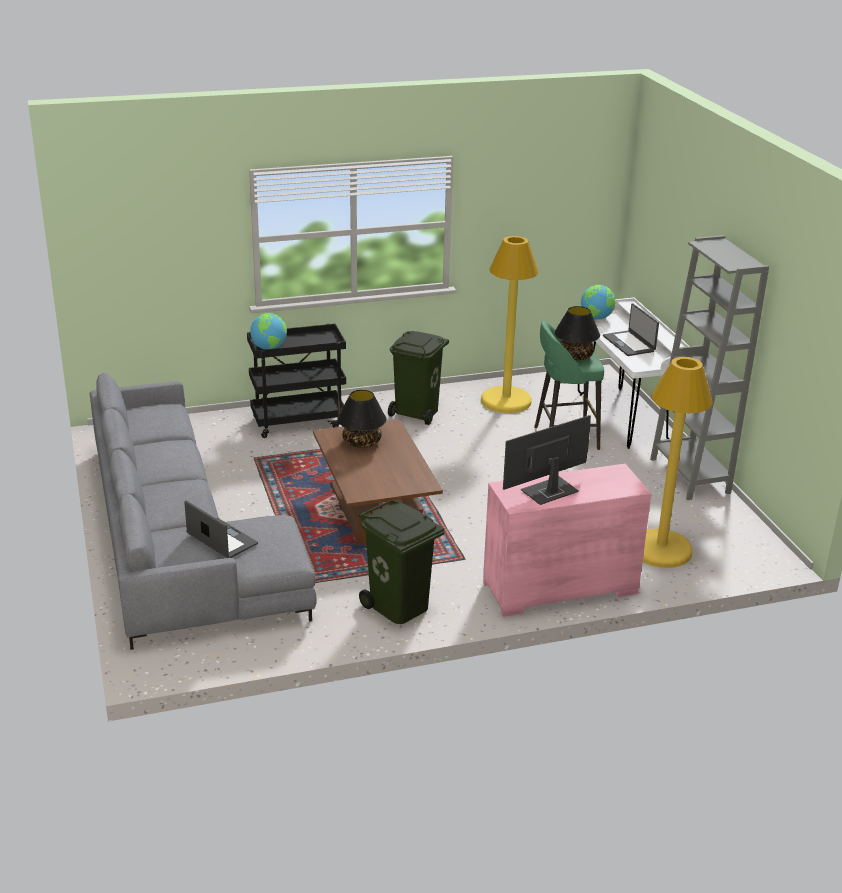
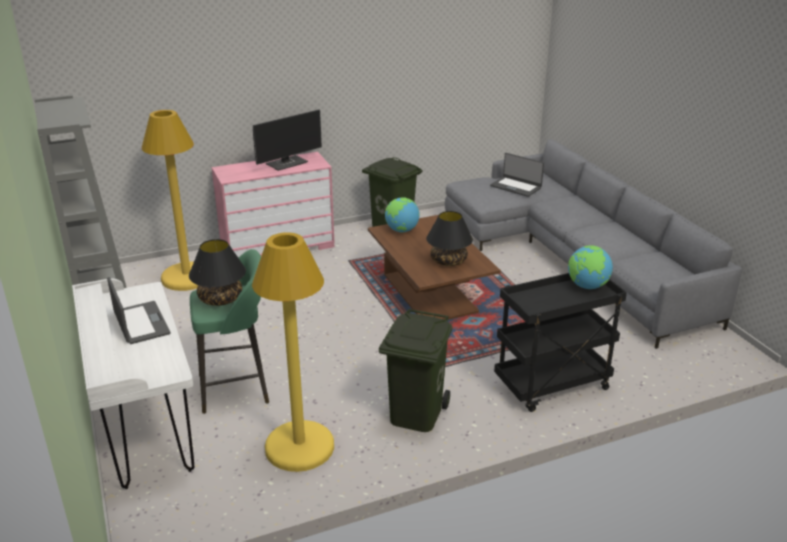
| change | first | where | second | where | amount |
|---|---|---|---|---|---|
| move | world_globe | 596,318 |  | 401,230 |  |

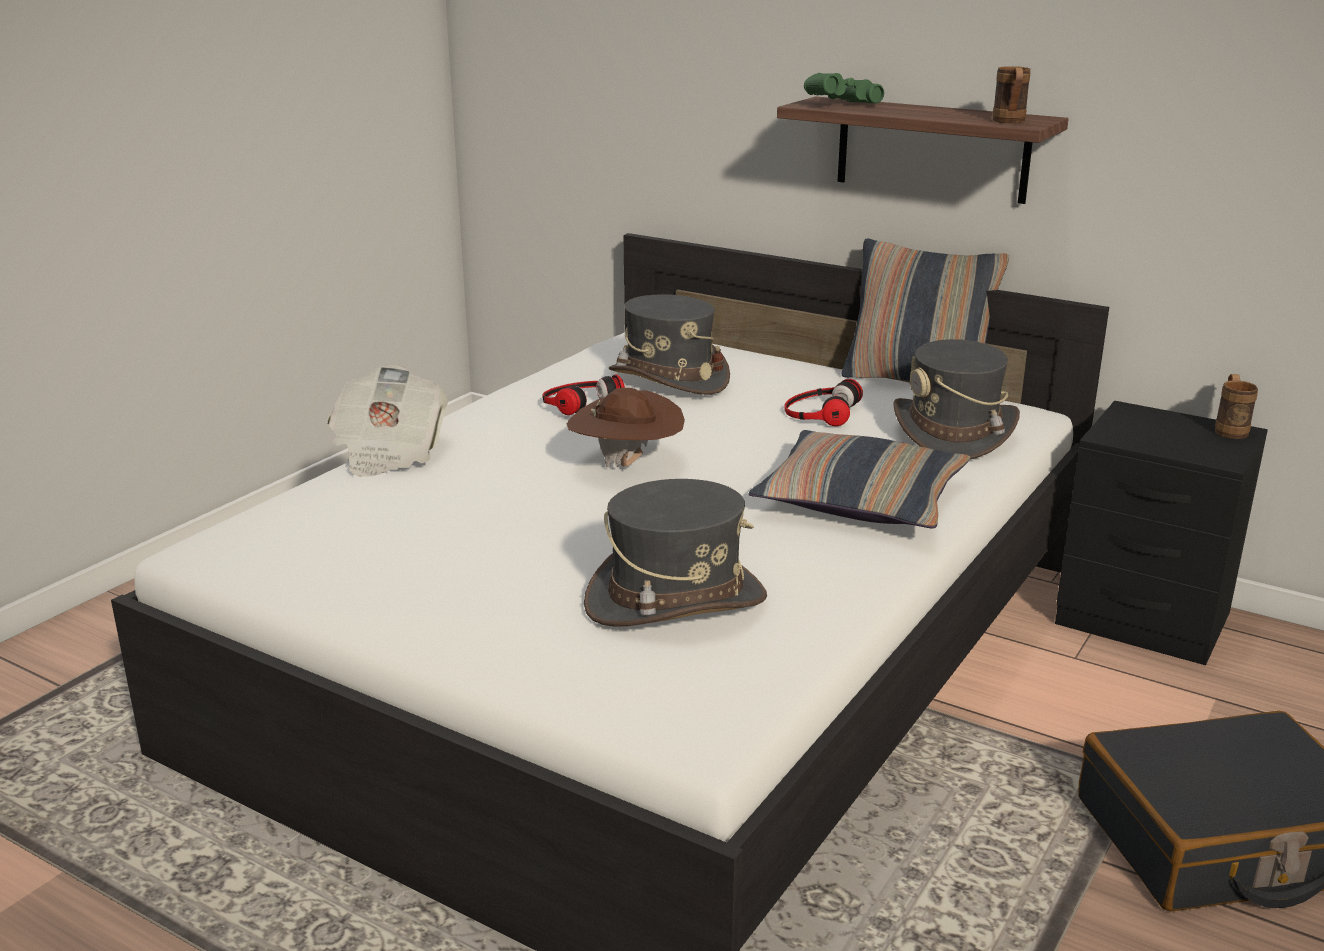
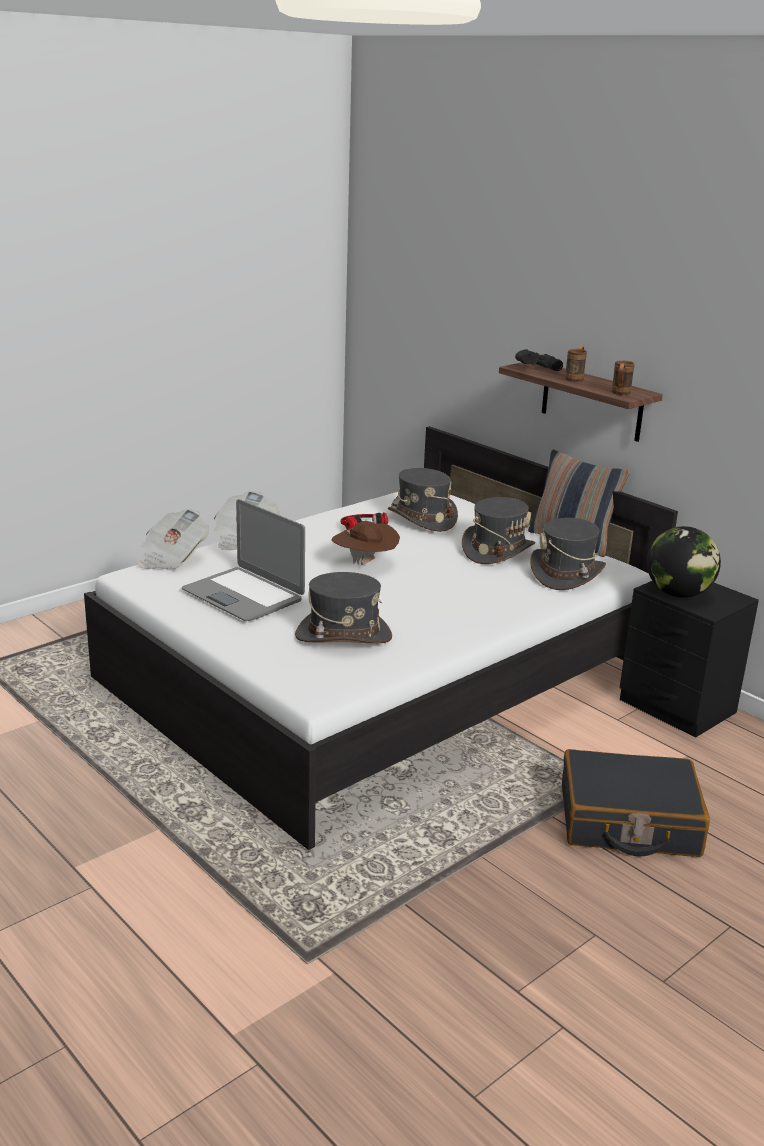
| change | first | where | second | where | amount |
|---|---|---|---|---|---|
| recolor | green_field_glasses | 838,105 | black-coloured_field_glasses | 536,369 |  |
| move | brownish_mug | 1229,429 |  | 575,378 |  |
| replace | headset | 820,412 | gray_wearable_hat | 497,550 |  |
| delete | throw_pillow | 861,500 |  |  |  |
| insert |  |  | laptop | 243,595 |  |
| insert |  |  | newspaper | 172,558 |  |
| insert |  |  | world_globe | 678,594 |  |

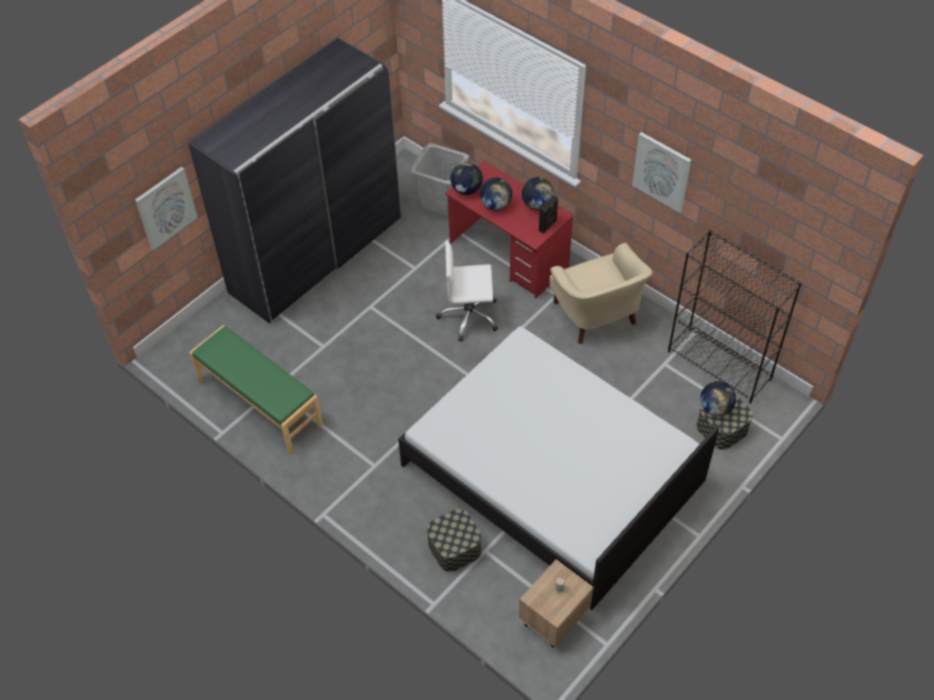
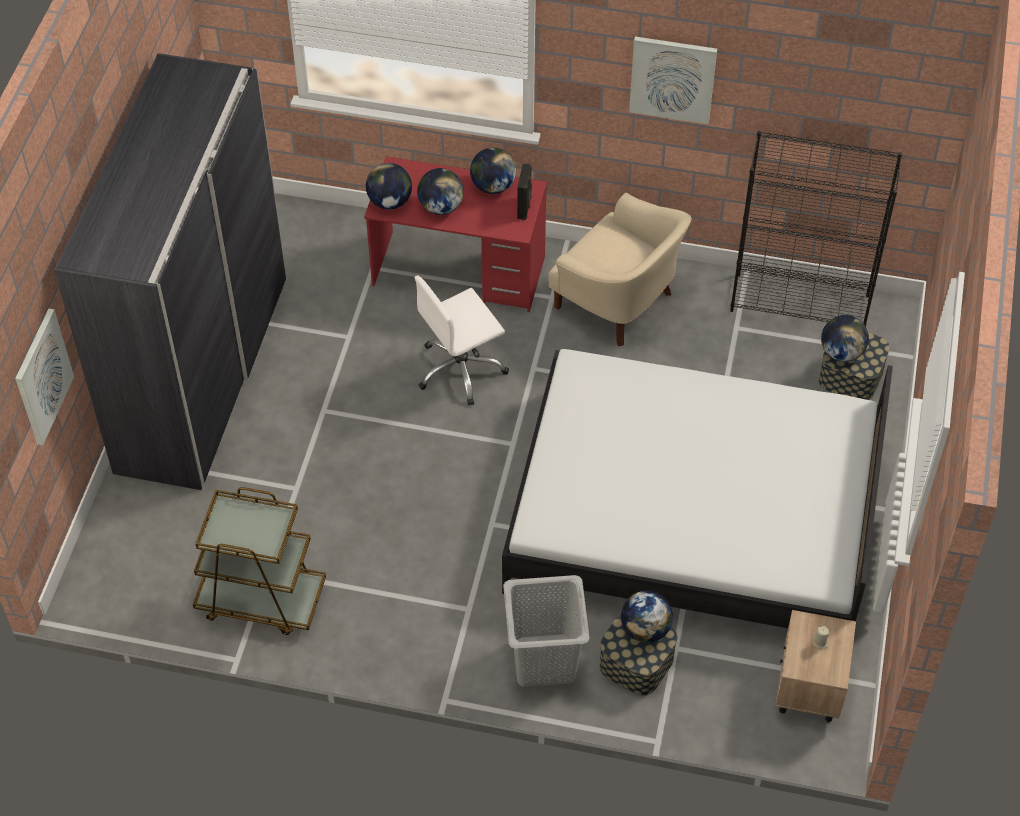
| change | first | where | second | where | amount |
|---|---|---|---|---|---|
| move | gray_laundry_basket | 441,203 |  | 545,661 |  |
| replace | green_long_seat | 259,403 | brownish_trolley | 260,599 |  |
| insert |  |  | world_globe | 645,630 |  |

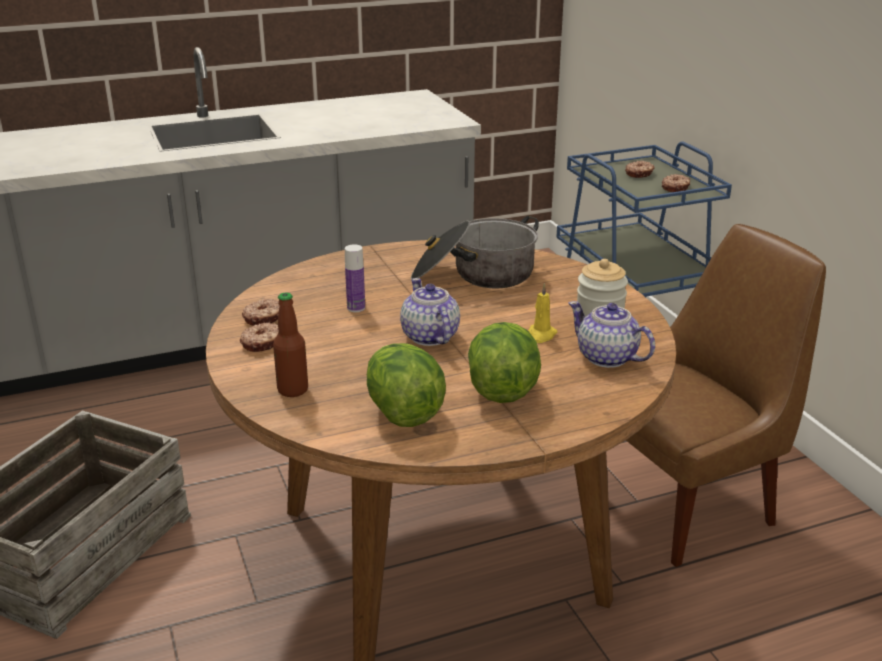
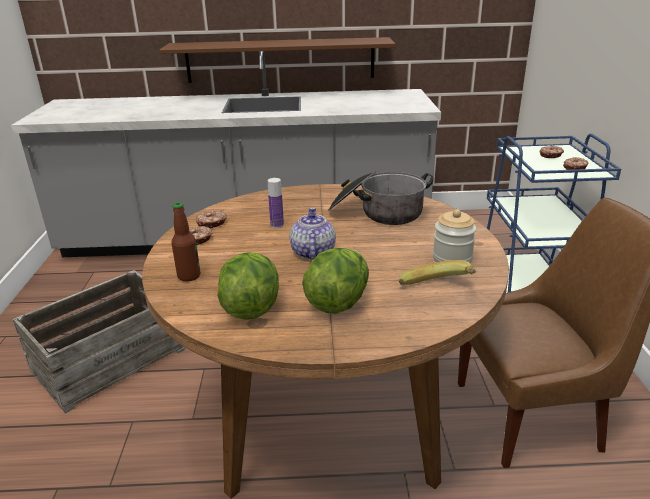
| change | first | where | second | where | amount |
|---|---|---|---|---|---|
| delete | yellow_candle | 541,335 |  |  |  |
| replace | tea_pot | 607,358 | whole_banana | 439,290 |  |
| insert |  |  | brownish_bracket_shelf | 280,60 |  |

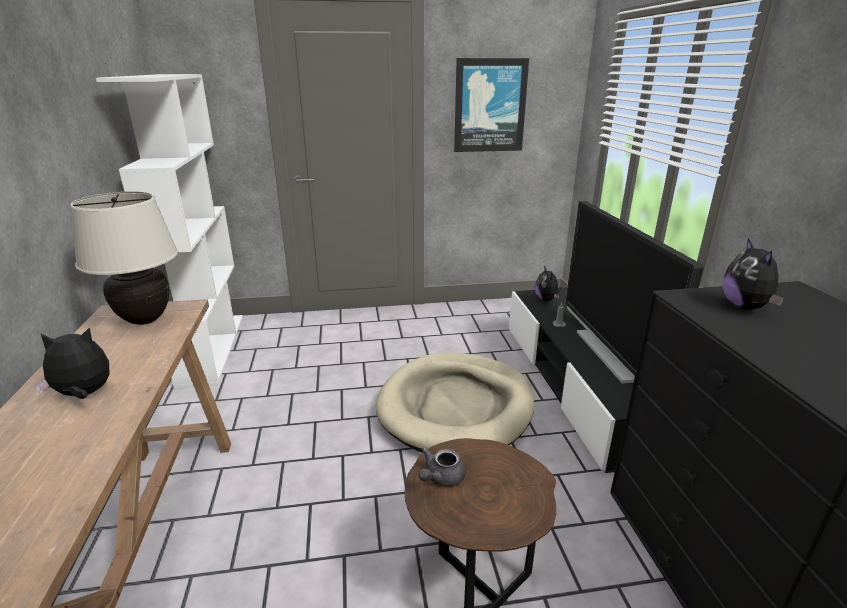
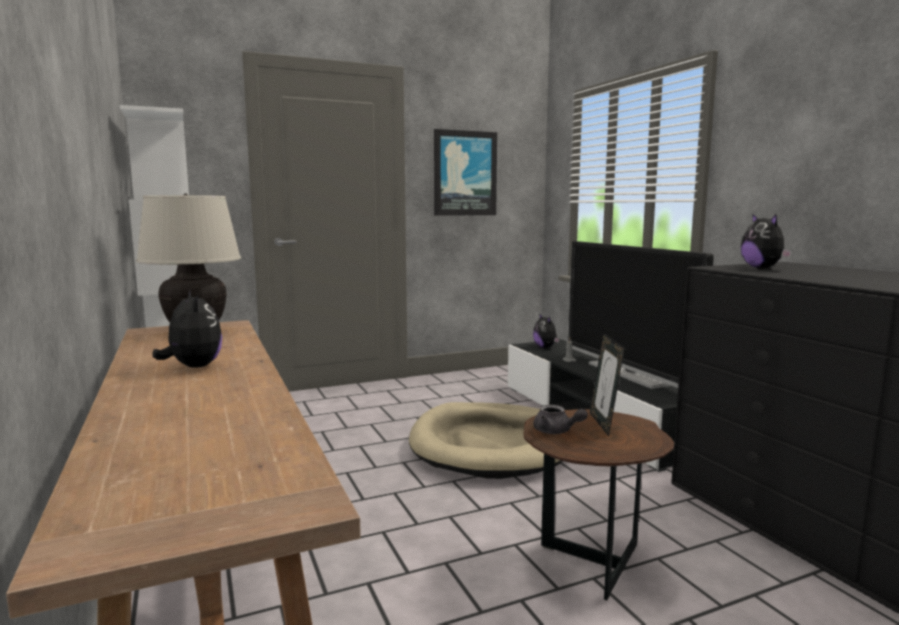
| change | first | where | second | where | amount |
|---|---|---|---|---|---|
| rotate | plush_toy | 84,394 |  | 193,367 | 90 degrees clockwise |
| rotate | gray_tea_pot | 441,478 |  | 556,431 | 75 degrees counterclockwise |
| insert |  |  | photo_frame | 603,423 |  |

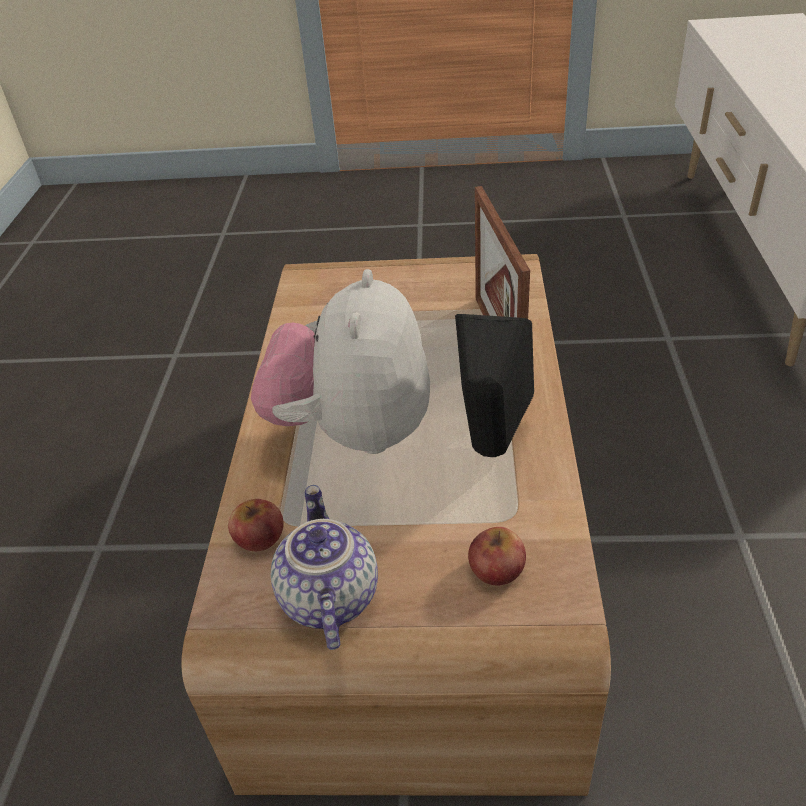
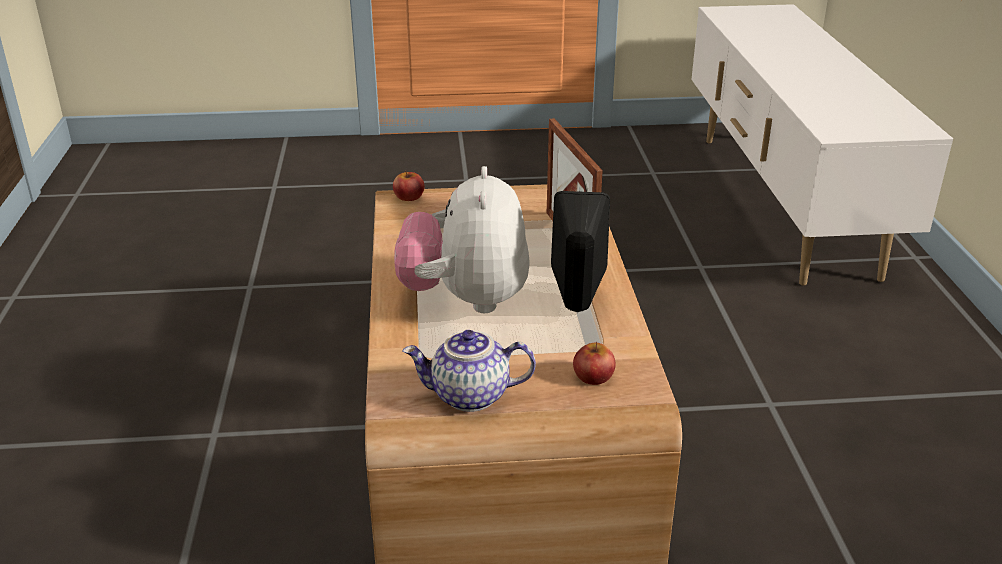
| change | first | where | second | where | amount |
|---|---|---|---|---|---|
| rotate | tea_pot | 326,597 |  | 469,397 | 75 degrees counterclockwise |
| move | apple_fruit | 259,537 |  | 409,196 |  |

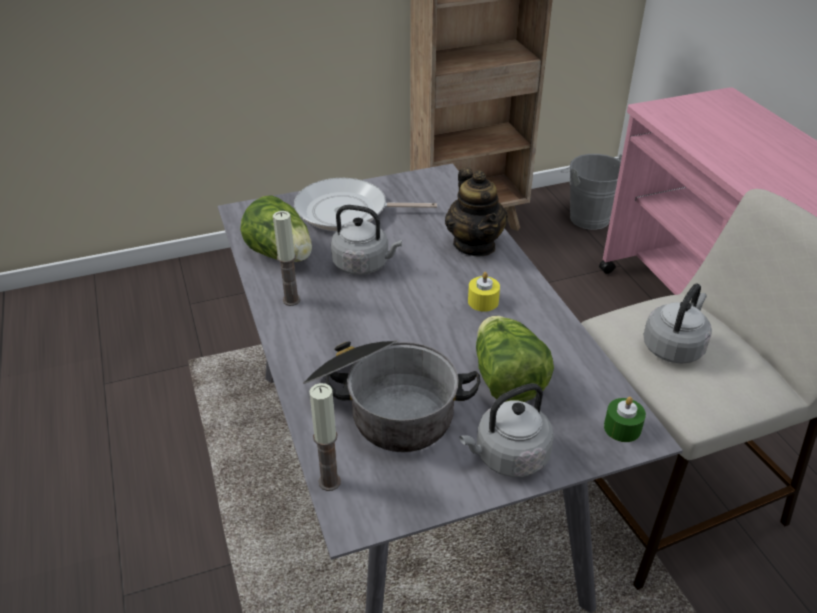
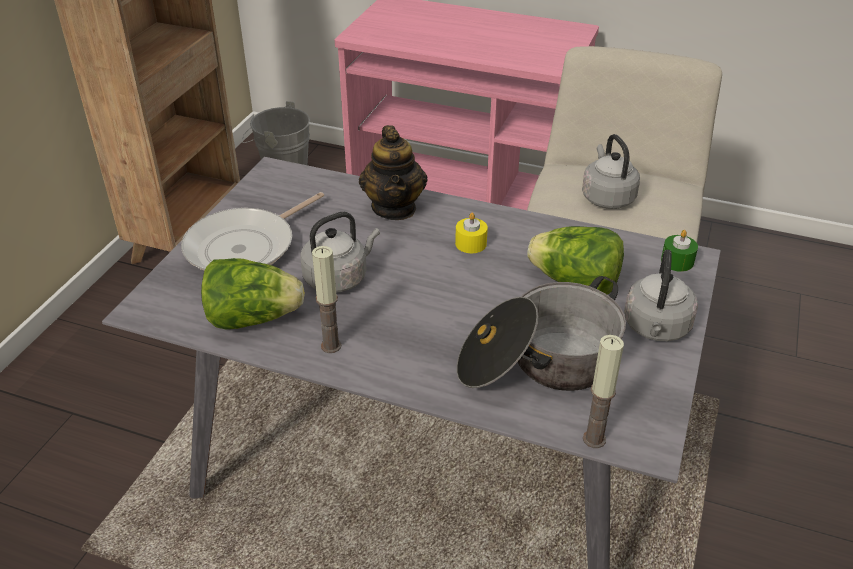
| change | first | where | second | where | amount |
|---|---|---|---|---|---|
| rotate | tea_pot | 475,245 |  | 394,208 | 60 degrees clockwise |

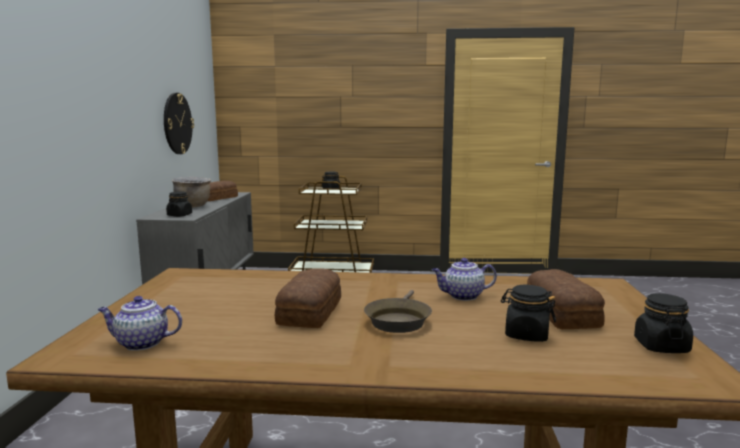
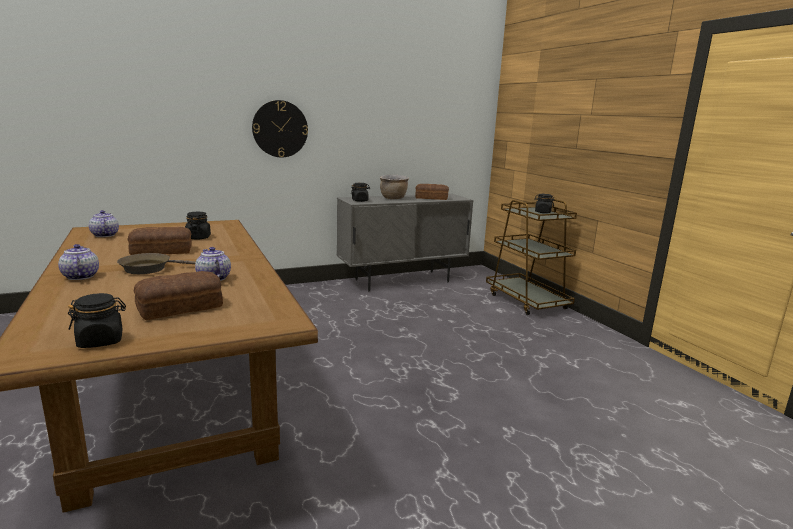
| change | first | where | second | where | amount |
|---|---|---|---|---|---|
| move | clock_on_the_wall | 177,123 |  | 280,129 |  |
| move | black-coloured_storage_jar | 526,335 |  | 198,237 |  |
| insert |  |  | tea_pot | 80,276 |  |

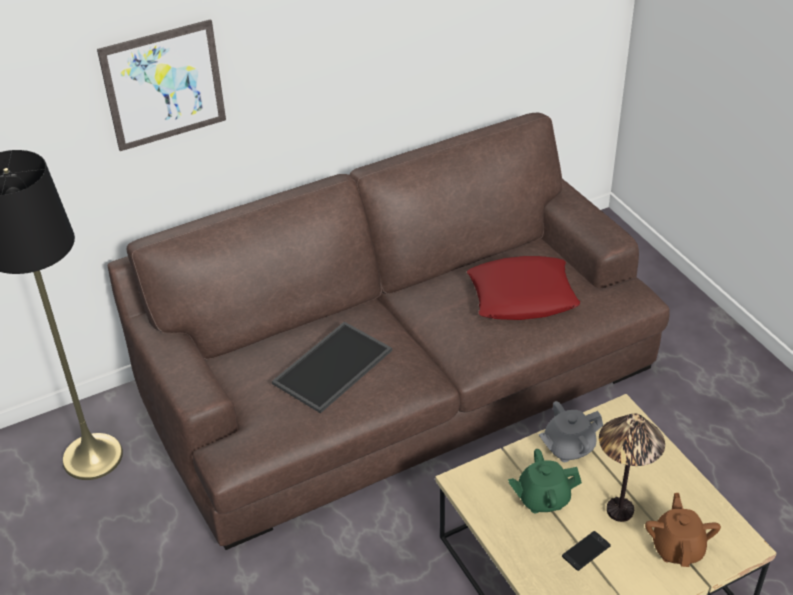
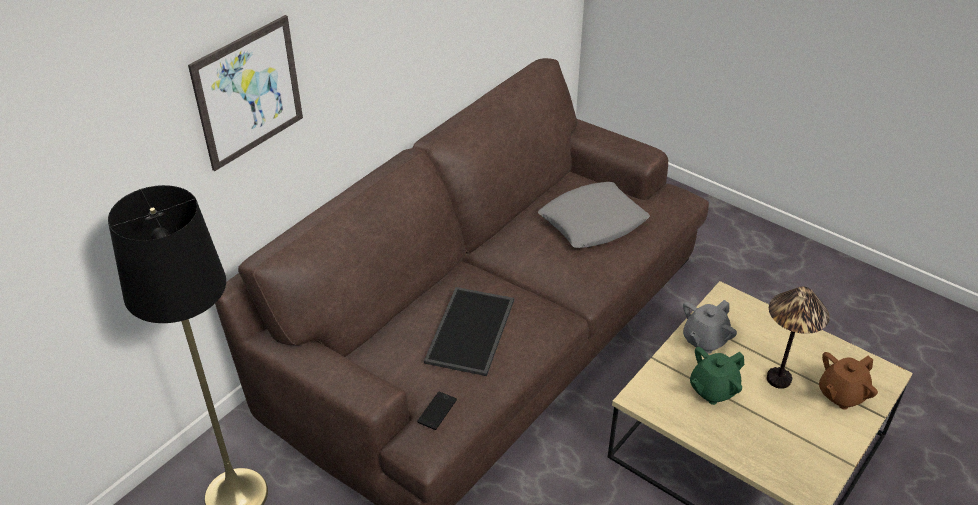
| change | first | where | second | where | amount |
|---|---|---|---|---|---|
| recolor | red-coloured_throw_pillow | 522,296 | gray_throw_pillow | 593,222 |  |
| rotate | brownish_tea_pot | 677,548 |  | 841,394 | 105 degrees counterclockwise |
| move | telephone | 586,551 |  | 437,411 |  |

